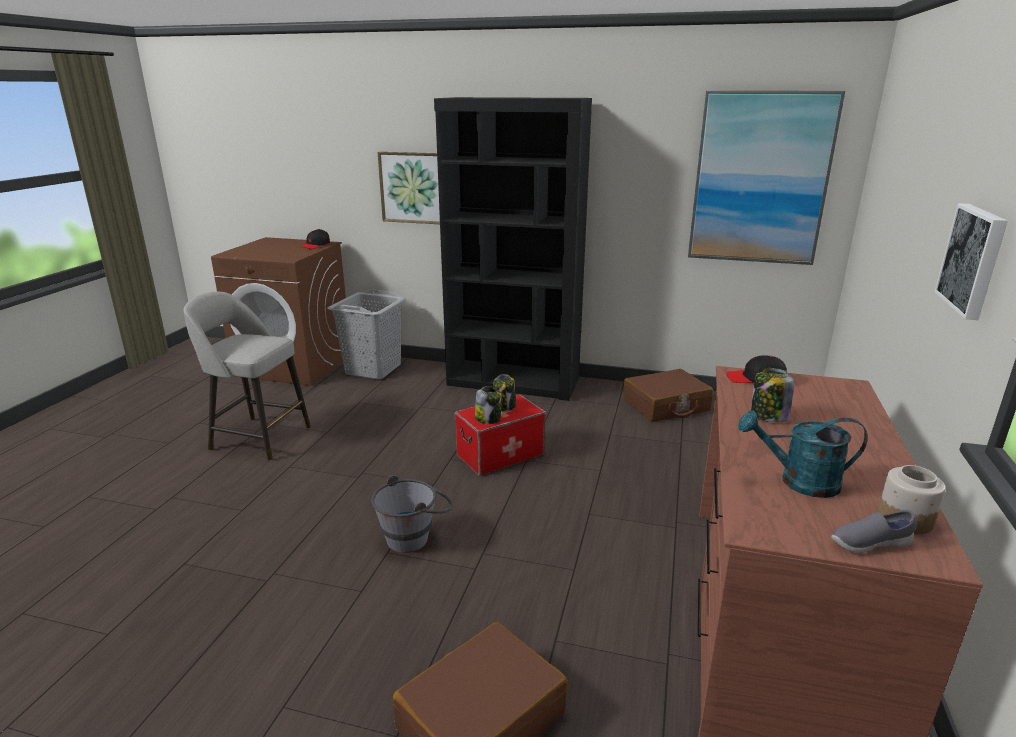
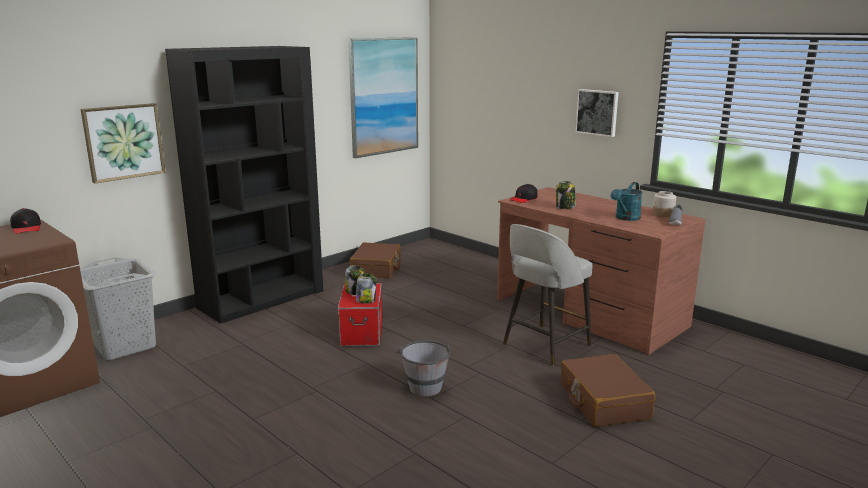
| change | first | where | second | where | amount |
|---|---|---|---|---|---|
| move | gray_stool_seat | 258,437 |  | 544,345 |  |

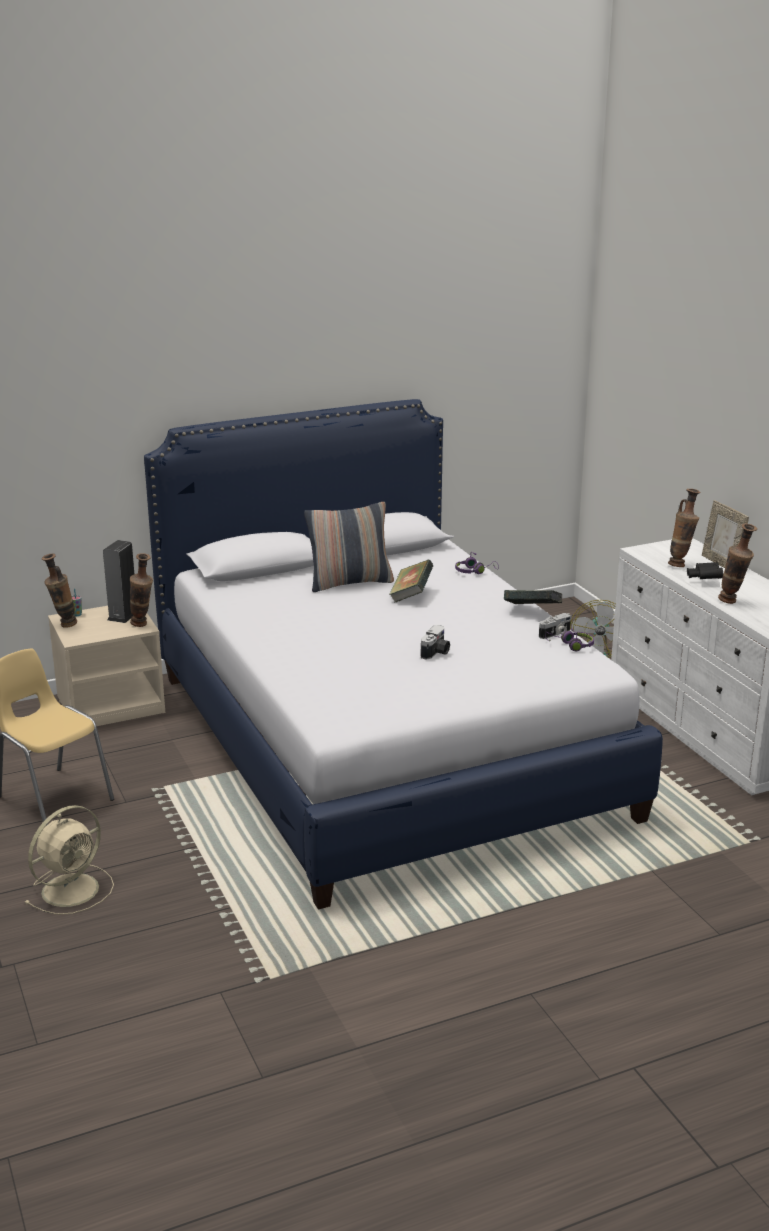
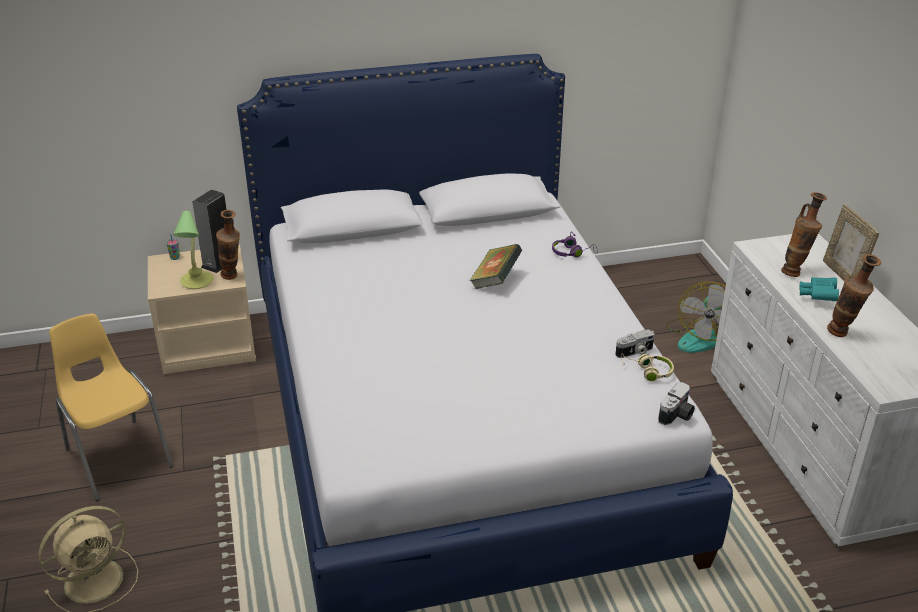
| change | first | where | second | where | amount |
|---|---|---|---|---|---|
| delete | throw_pillow | 350,582 |  |  |  |
| delete | flower_vase | 63,625 |  |  |  |
| recolor | black-coloured_field_glasses | 704,579 | turquoise-coloured_field_glasses | 817,296 |  |
| delete | volume | 532,612 |  |  |  |
| move | still_camera | 436,653 |  | 677,415 |  |
| recolor | purple_headset | 571,645 | beige-coloured_headset | 648,371 |  |
| insert |  |  | lamp_for_a_table | 196,282 |  |

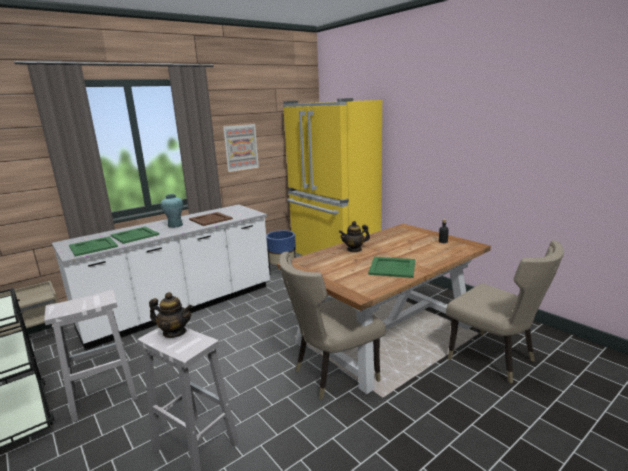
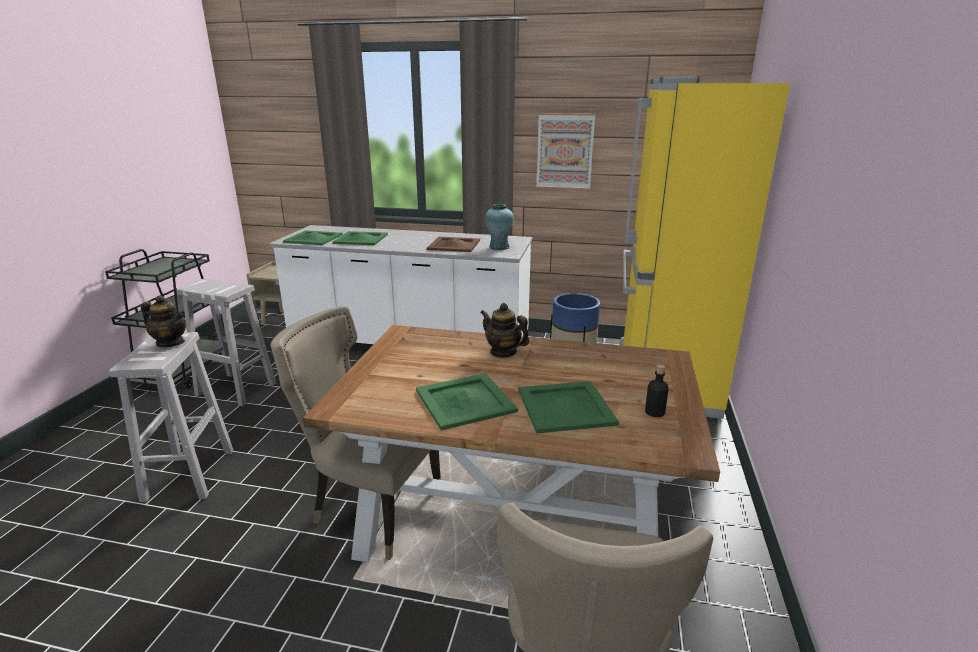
| change | first | where | second | where | amount |
|---|---|---|---|---|---|
| move | turquoise-coloured_flower_vase | 175,225 |  | 499,247 |  |
| rotate | tea_pot | 174,332 |  | 170,343 | 45 degrees counterclockwise |
| insert |  |  | green_tray | 566,407 |  |

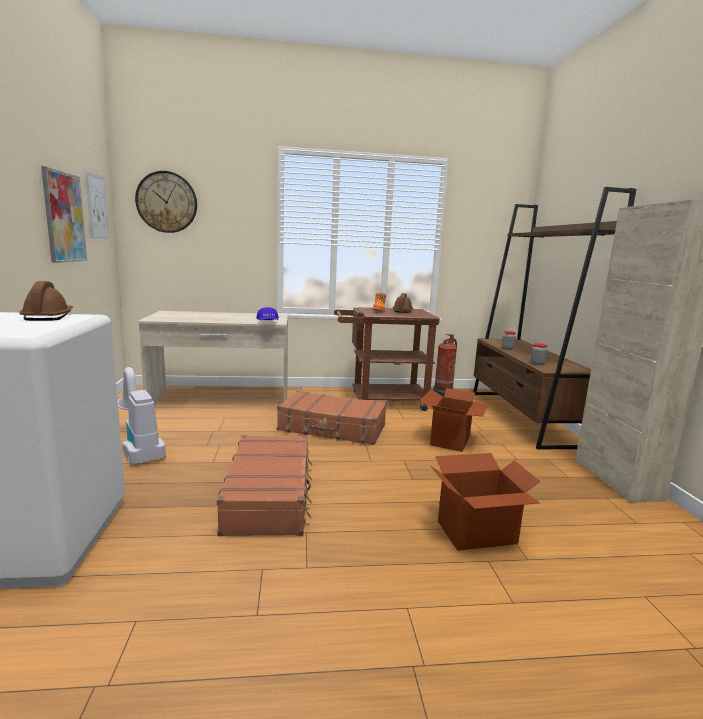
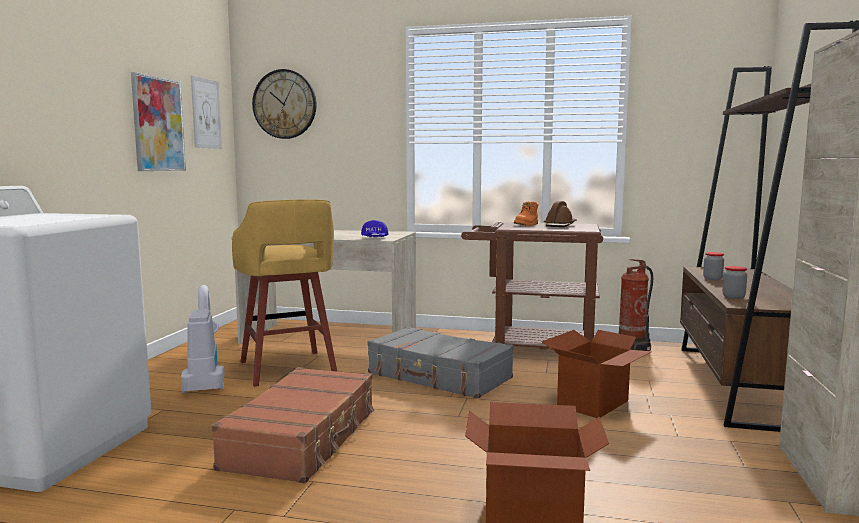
| change | first | where | second | where | amount |
|---|---|---|---|---|---|
| delete | brownish_hard_hat | 49,317 |  |  |  |
| recolor | brownish_piece_of_luggage | 332,428 | gray_piece_of_luggage | 439,376 |  |
| insert |  |  | yellow_stool_seat | 288,369 |  |

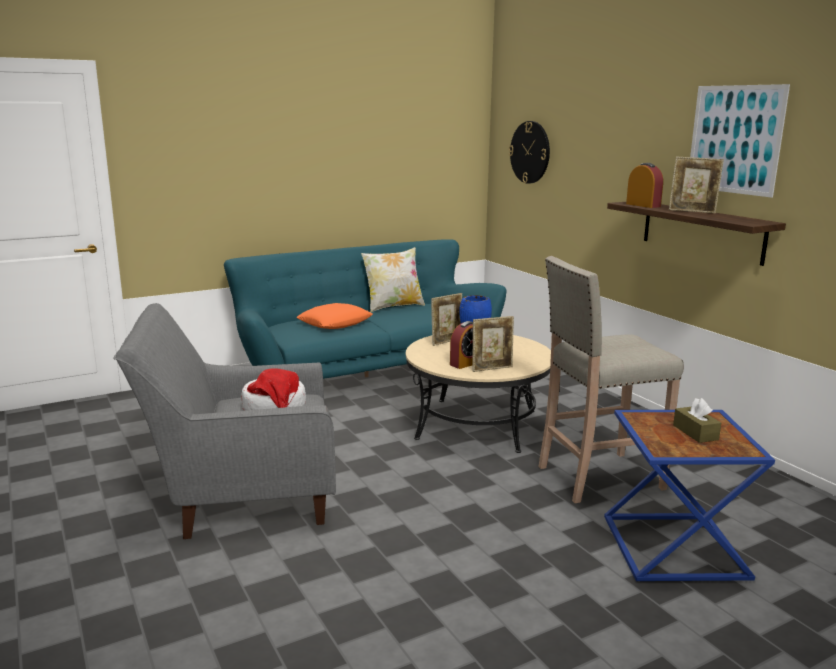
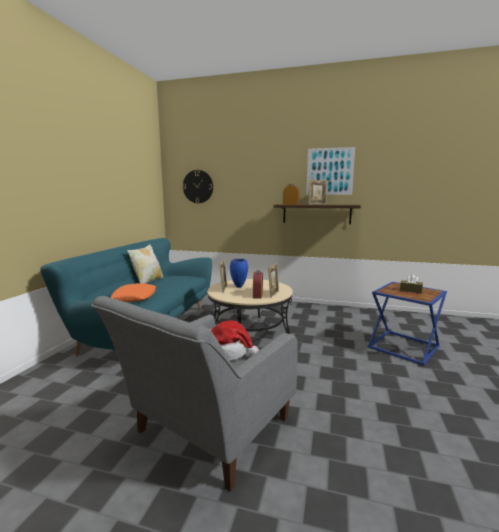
| change | first | where | second | where | amount |
|---|---|---|---|---|---|
| delete | beige-coloured_stool_seat | 597,477 |  |  |  |

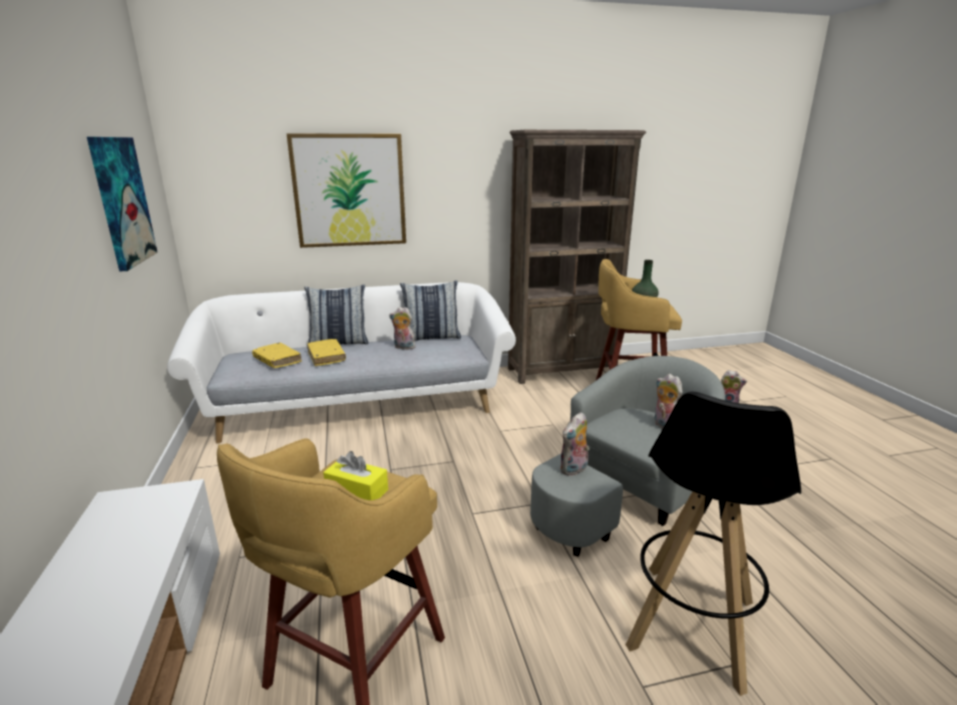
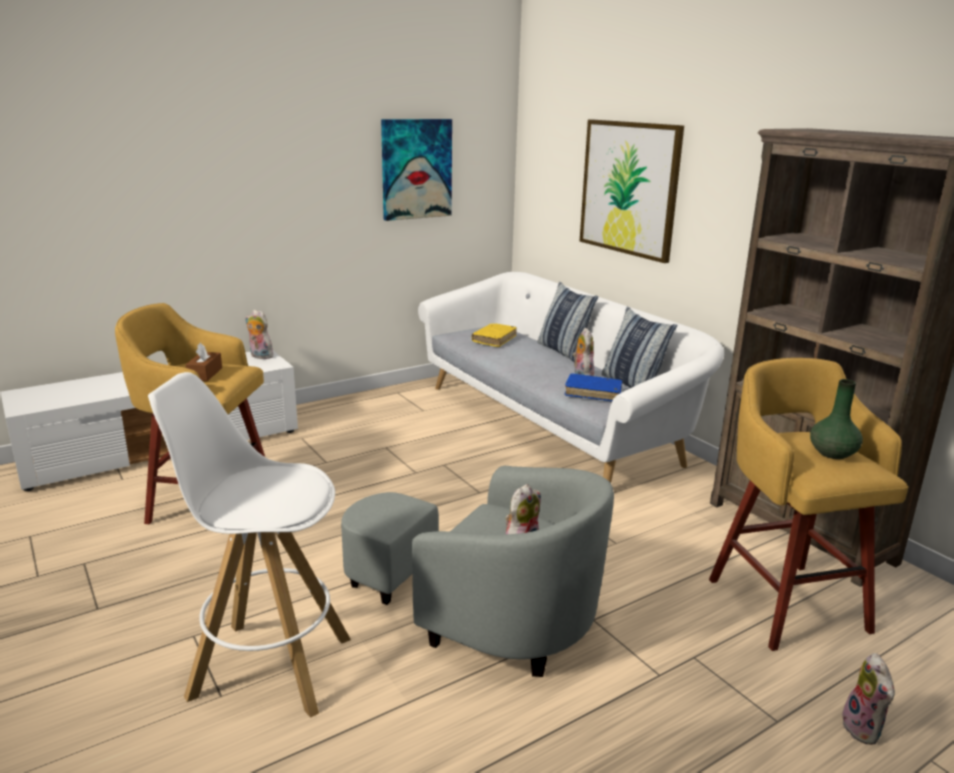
| change | first | where | second | where | amount |
|---|---|---|---|---|---|
| delete | yellow_volume | 326,357 |  |  |  |
| recolor | black-coloured_stool_seat | 691,625 | whitish_stool_seat | 269,666 |  |
| move | plush_toy | 574,470 |  | 259,356 |  |
| recolor | yellow_box_of_tissues | 357,491 | brownish_box_of_tissues | 205,374 |  |
| insert |  |  | blue-coloured_volume | 593,393 |  |

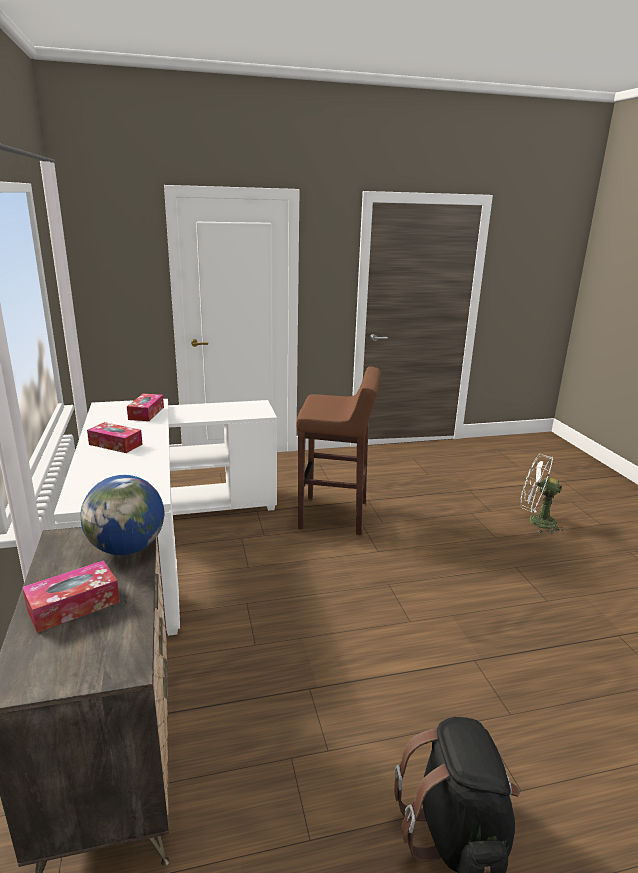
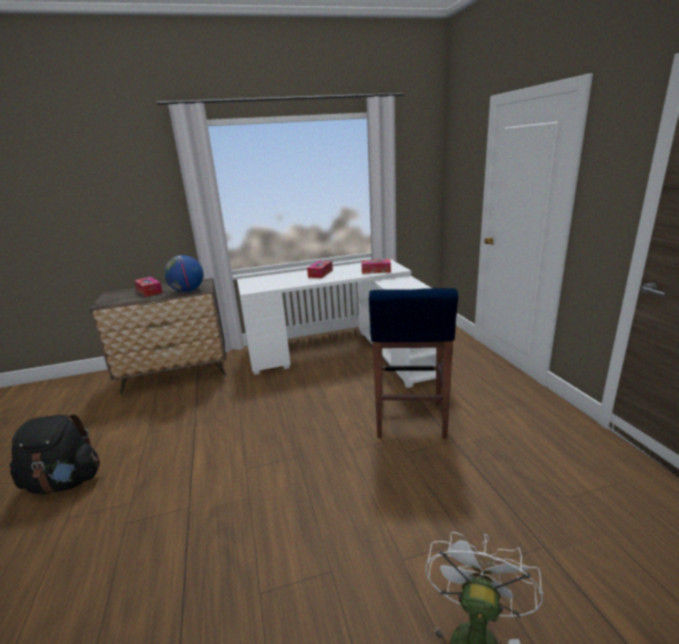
| change | first | where | second | where | amount |
|---|---|---|---|---|---|
| recolor | brownish_stool_seat | 334,515 | blue-coloured_stool_seat | 410,420 |  |

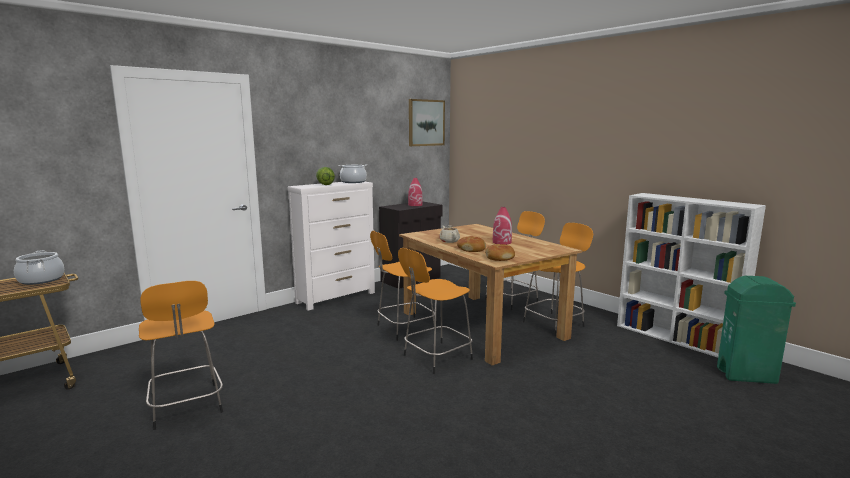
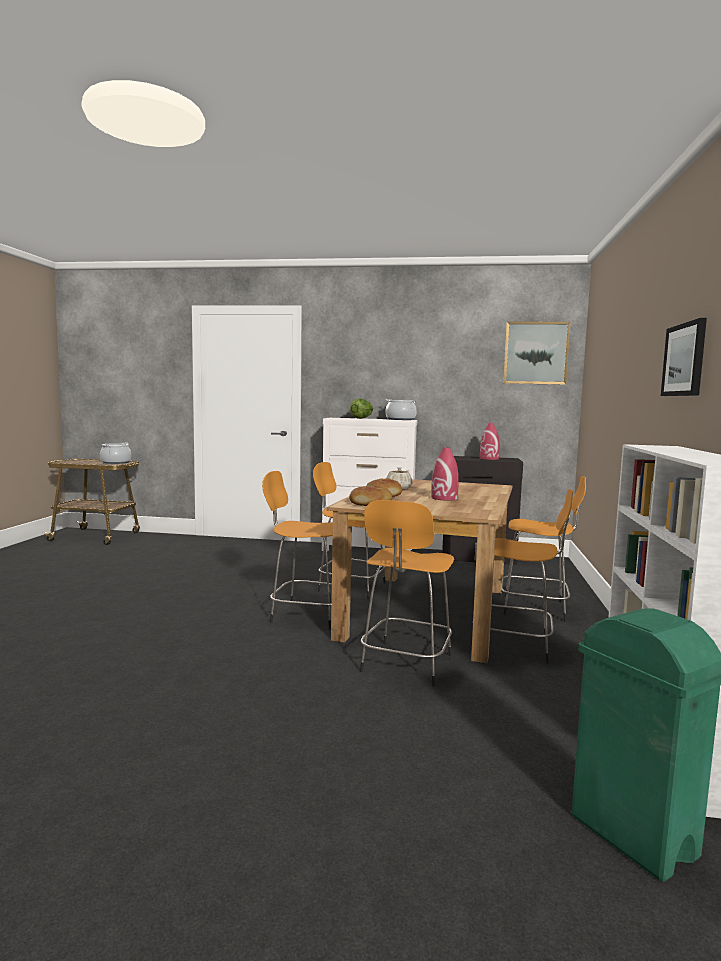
| change | first | where | second | where | amount |
|---|---|---|---|---|---|
| move | orange-coloured_stool_seat | 186,407 |  | 405,665 |  |
| insert |  |  | picture | 685,360 |  |

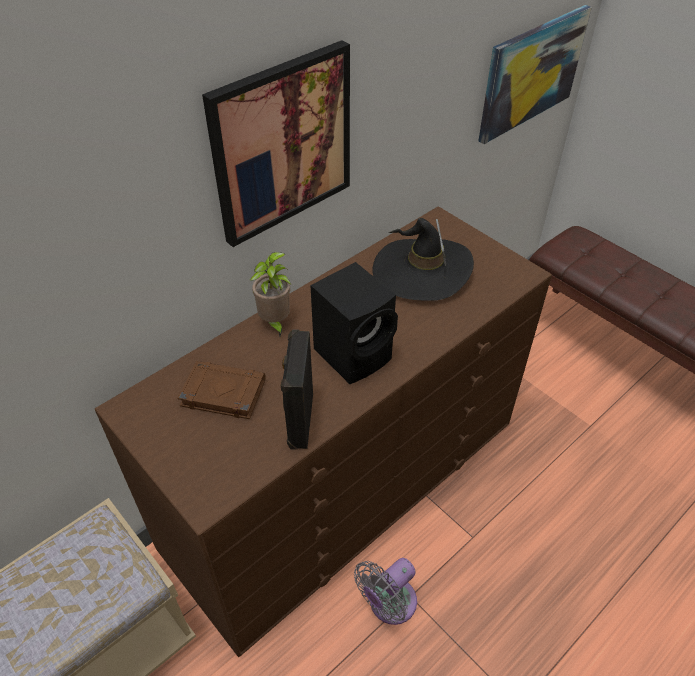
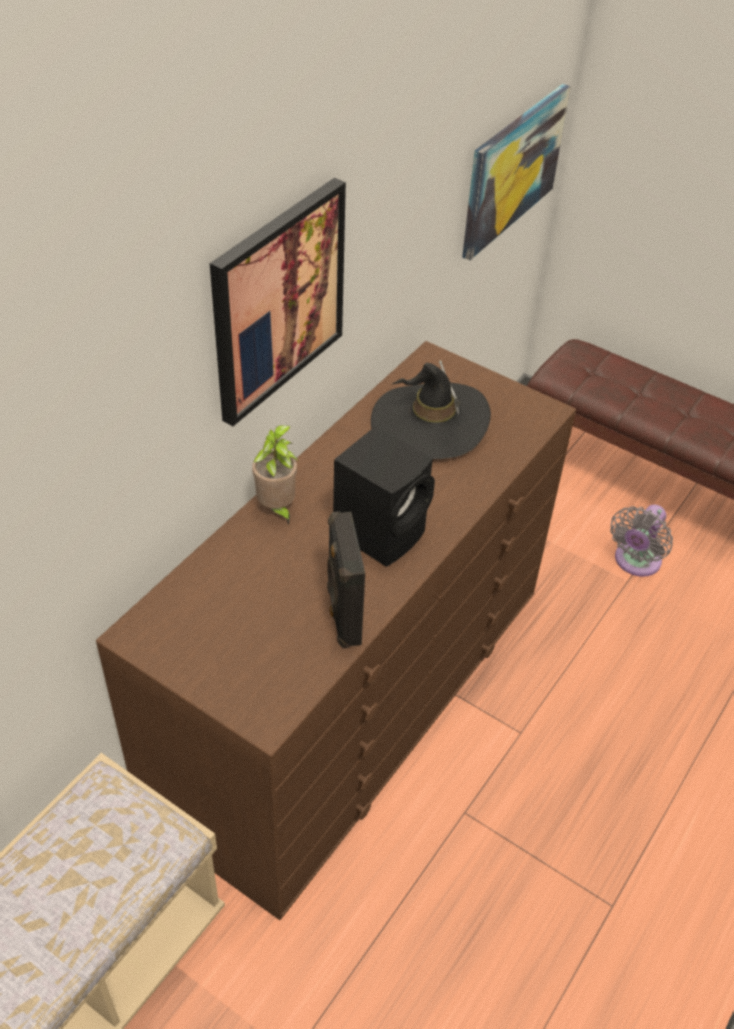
| change | first | where | second | where | amount |
|---|---|---|---|---|---|
| delete | brownish_volume | 222,393 |  |  |  |
| move | gray_fan | 389,604 |  | 635,562 |  |

